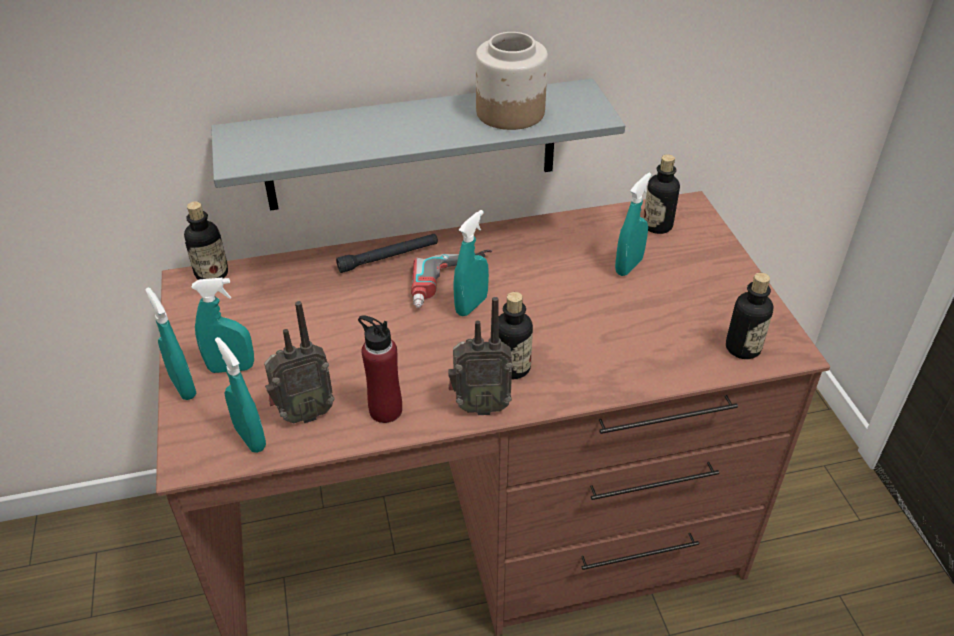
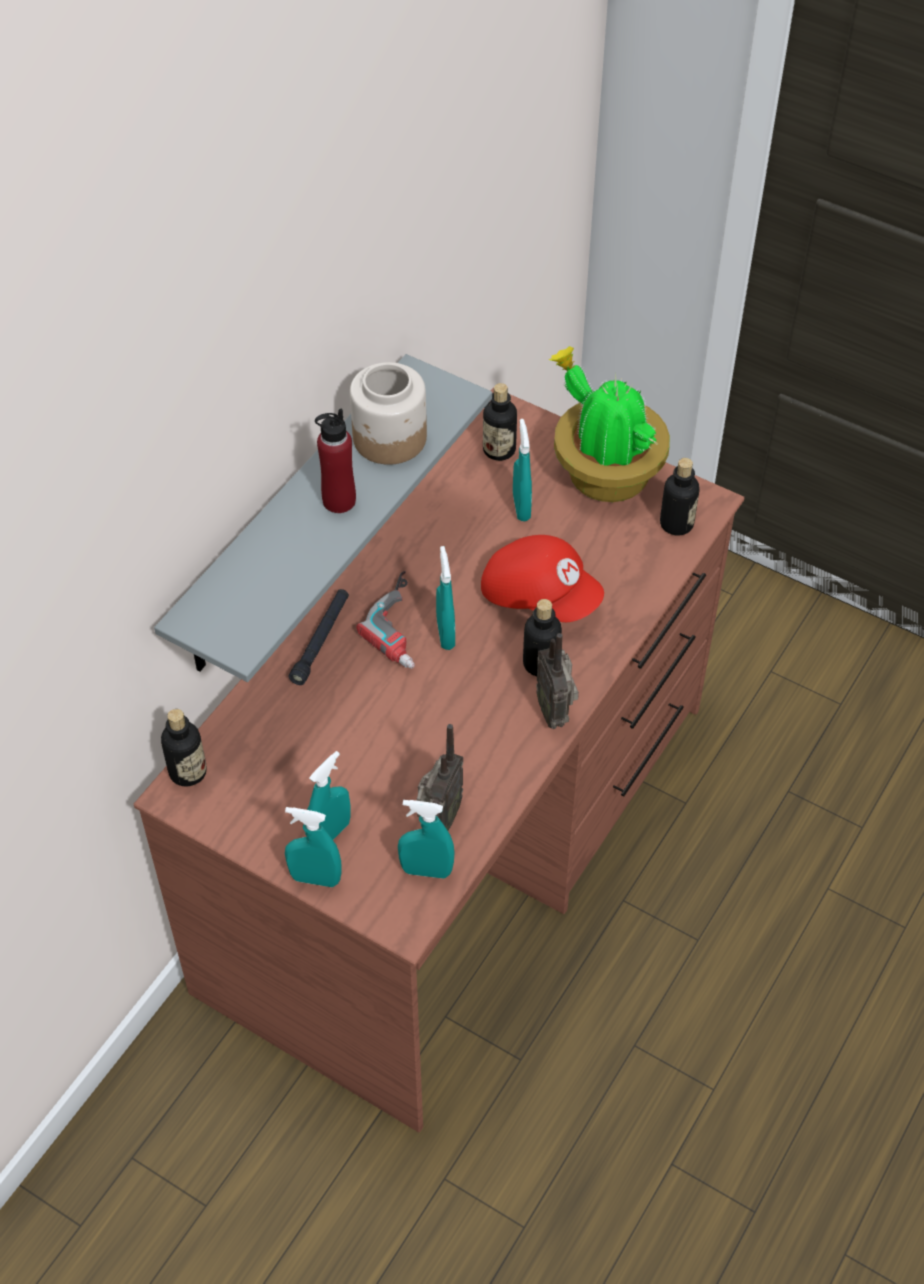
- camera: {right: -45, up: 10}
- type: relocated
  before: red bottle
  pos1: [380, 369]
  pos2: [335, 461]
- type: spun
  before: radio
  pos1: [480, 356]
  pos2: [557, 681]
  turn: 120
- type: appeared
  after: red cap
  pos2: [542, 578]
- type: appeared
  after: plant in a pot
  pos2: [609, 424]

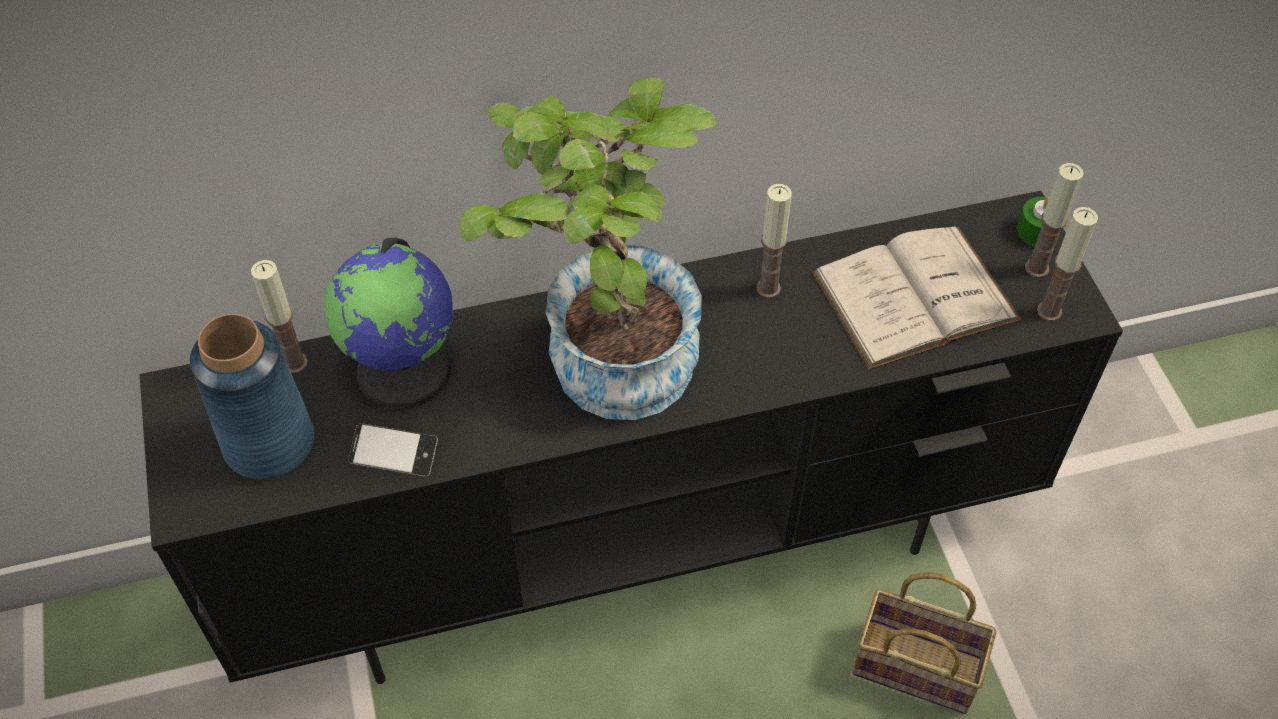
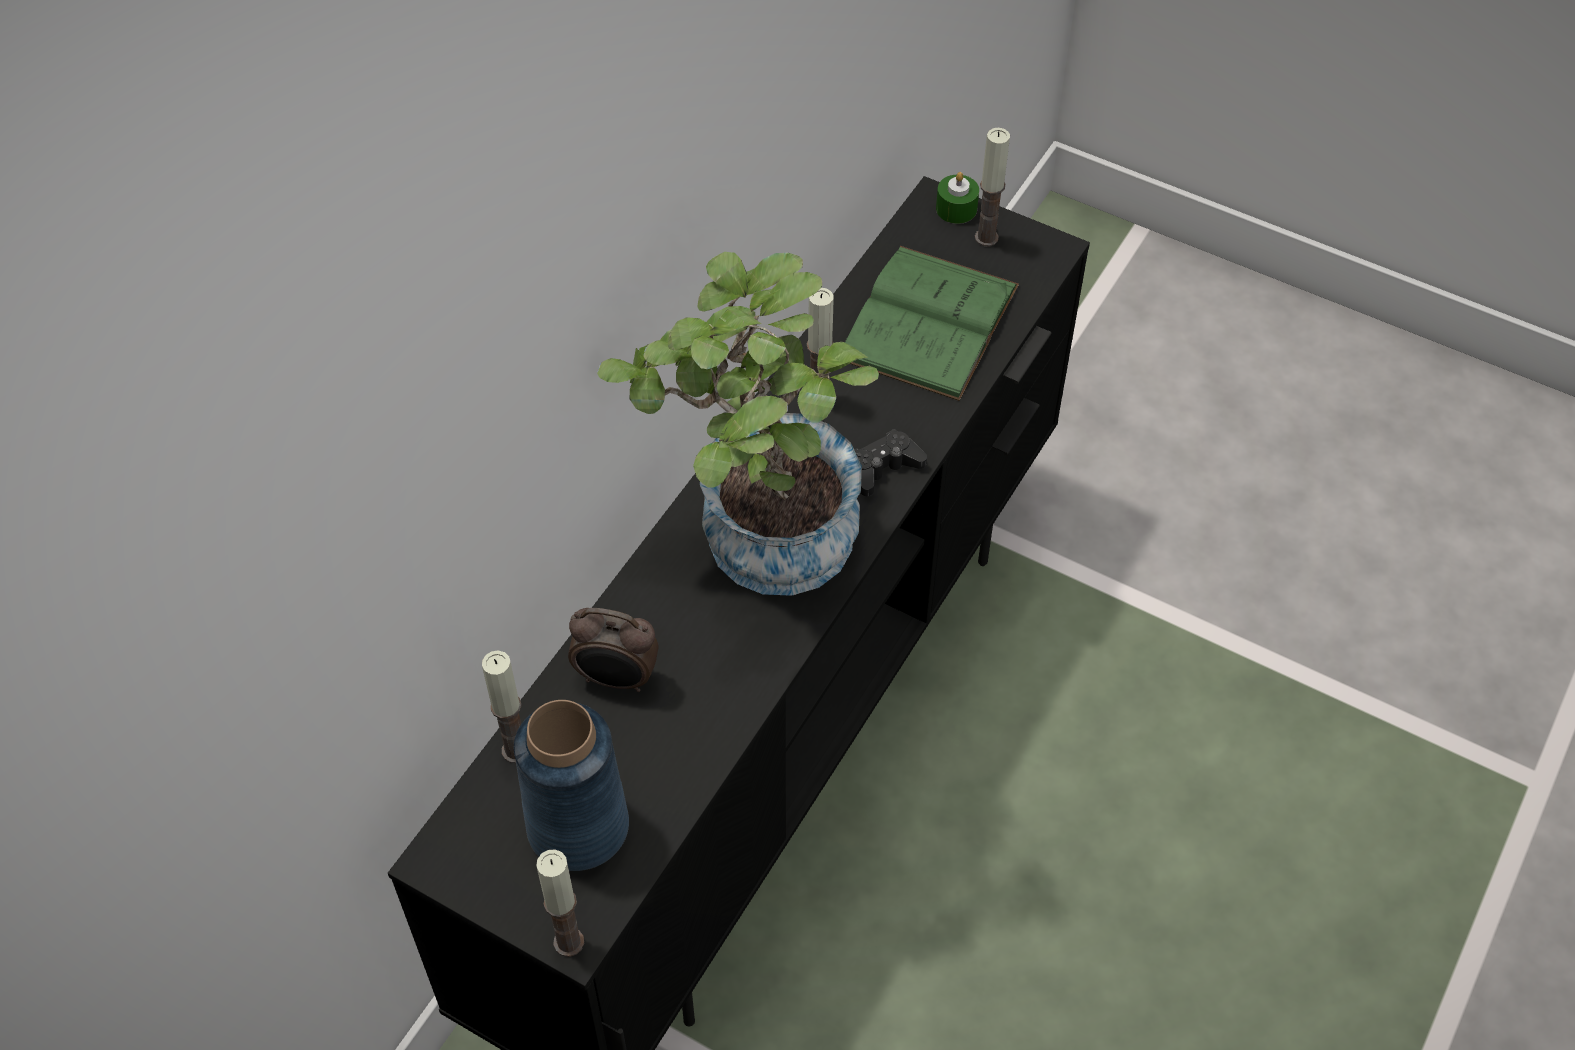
- camera: {right: -45, up: 0}
- type: exchanged
  before: globe
  after: bedside clock
  pos1: [388, 323]
  pos2: [613, 650]
- type: missing
  before: phone
  pos1: [393, 450]
- type: colour
  before: white volume
  after: green-coloured volume
  pos1: [916, 298]
  pos2: [932, 323]
- type: missing
  before: household basket
  pos1: [924, 643]
- type: relocated
  before: candle
  pos1: [1067, 264]
  pos2: [560, 903]
- type: appeared
  after: black-coloured gamepad
  pos2: [890, 462]

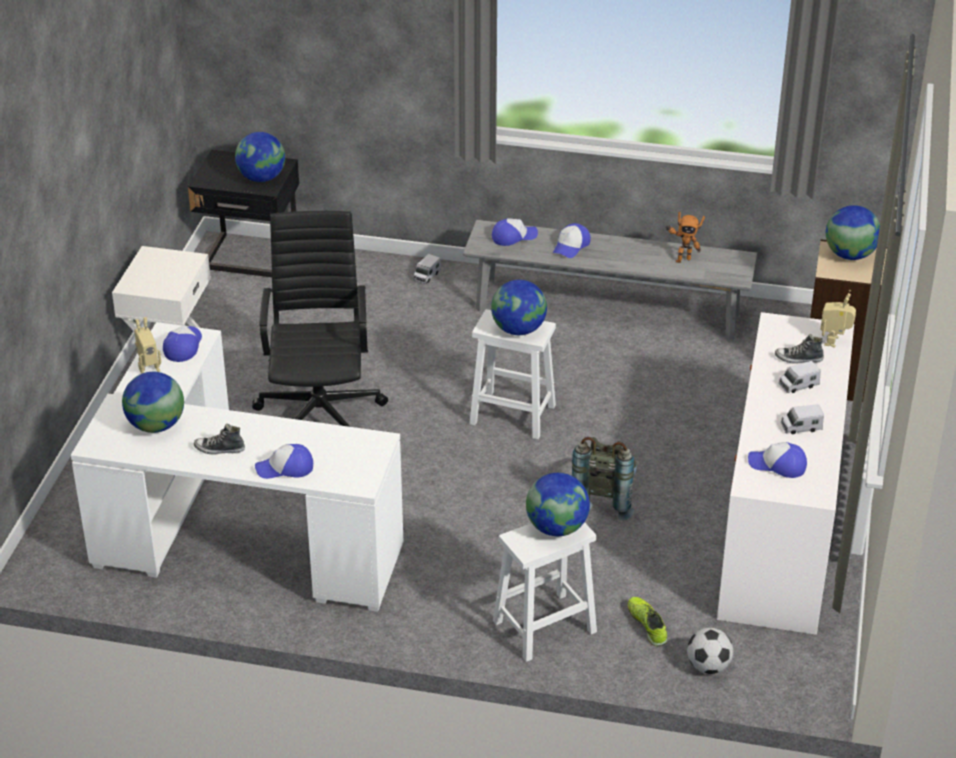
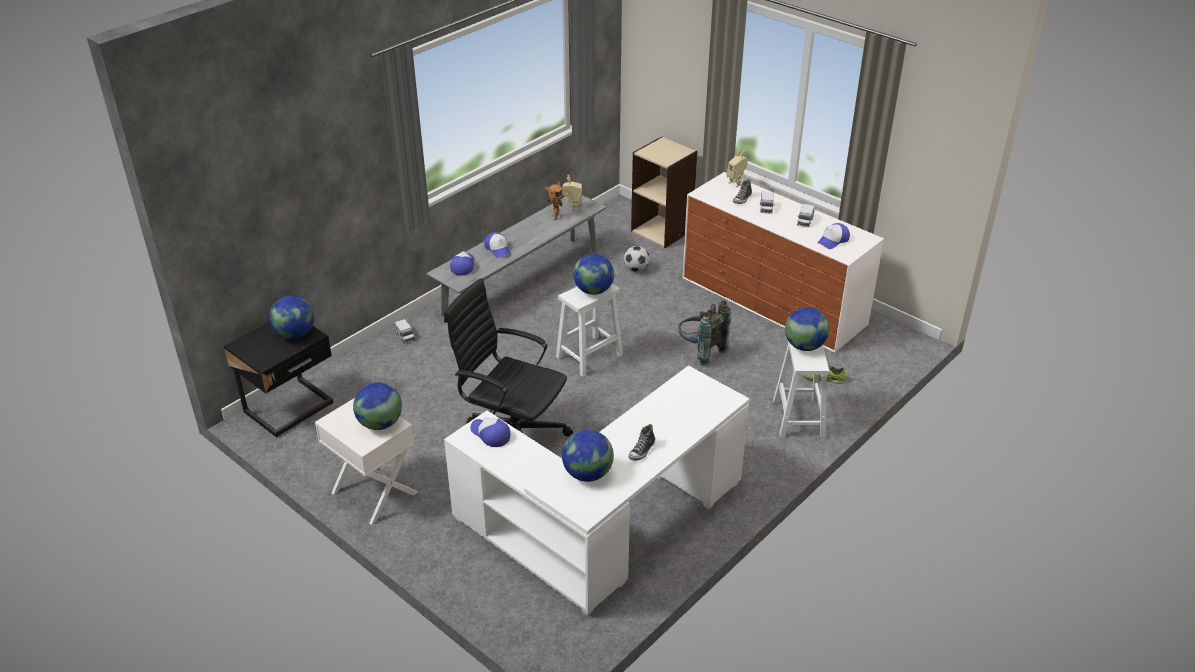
- camera: {right: -60, up: 0}
- type: relocated
  before: robot figure
  pos1: [147, 345]
  pos2: [572, 192]
- type: missing
  before: cap
  pos1: [284, 461]
- type: relocated
  before: football
  pos1: [710, 651]
  pos2: [637, 259]
- type: relocated
  before: globe
  pos1: [853, 232]
  pos2: [377, 406]

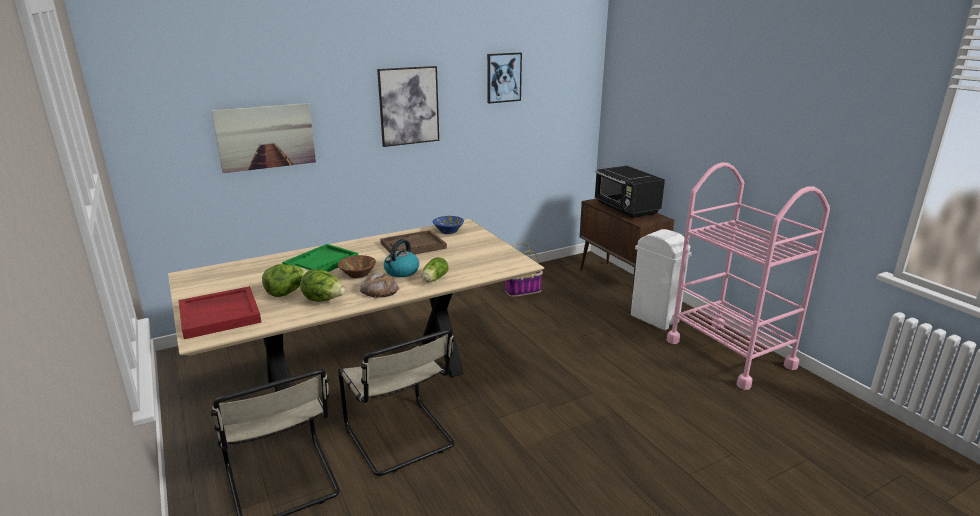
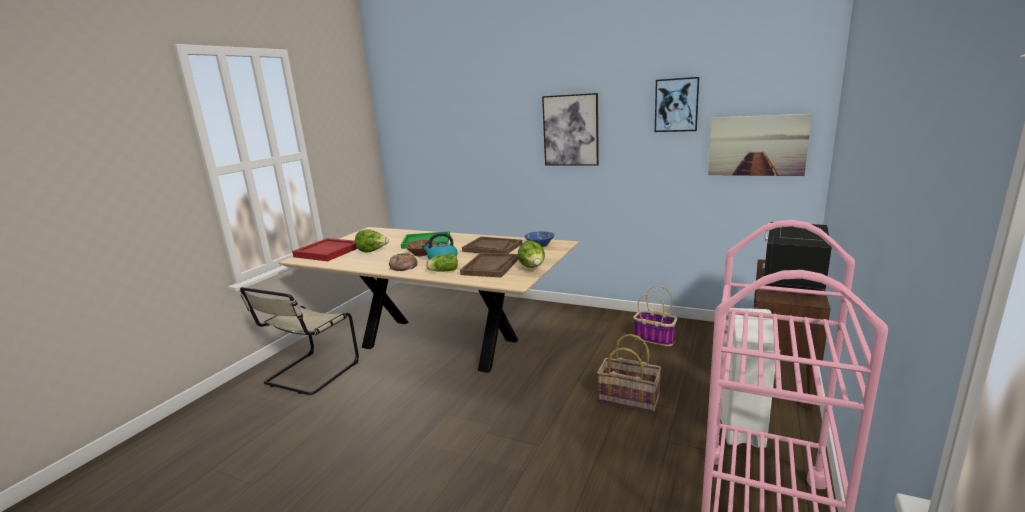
- camera: {right: 55, up: -5}
- type: relocated
  before: wall art
  pos1: [263, 138]
  pos2: [760, 145]
- type: relocated
  before: lettuce
  pos1: [323, 285]
  pos2: [531, 254]
- type: missing
  before: beige-coloured plain chair
  pos1: [396, 402]
- type: appeared
  after: brown-coloured tray
  pos2: [489, 265]
- type: appeared
  after: household basket
  pos2: [629, 373]

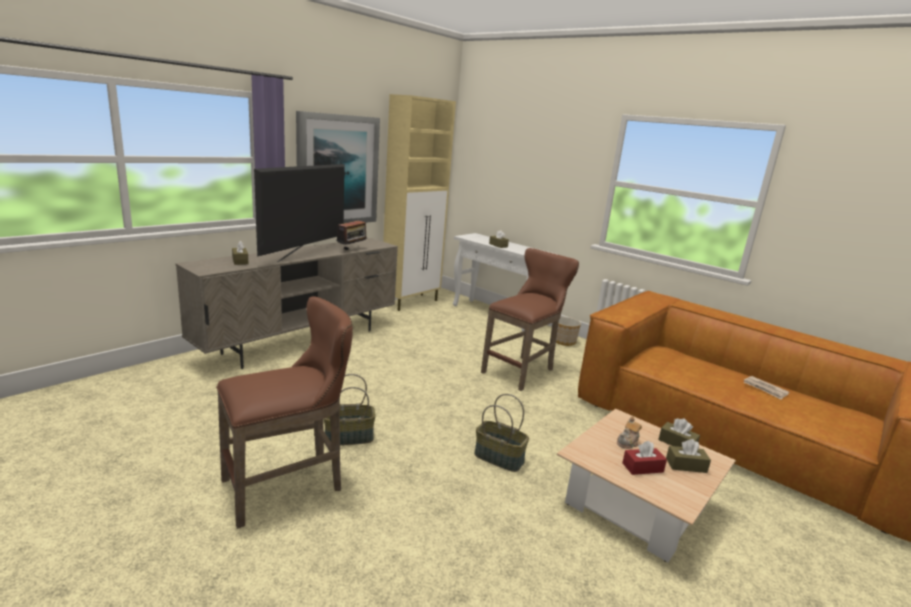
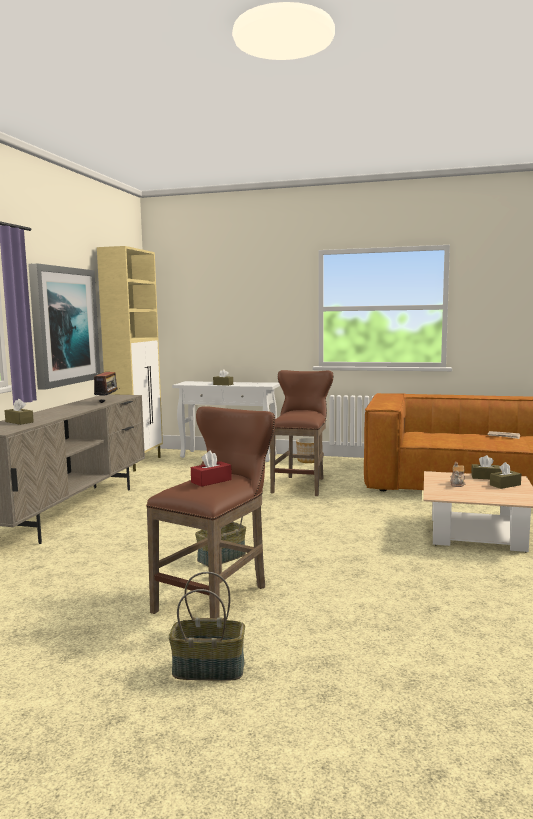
- camera: {right: -25, up: -10}
- type: missing
  before: TV
  pos1: [299, 213]
- type: relocated
  before: household basket
  pos1: [501, 433]
  pos2: [207, 626]
- type: relocated
  before: red tissue holder
  pos1: [644, 458]
  pos2: [211, 468]

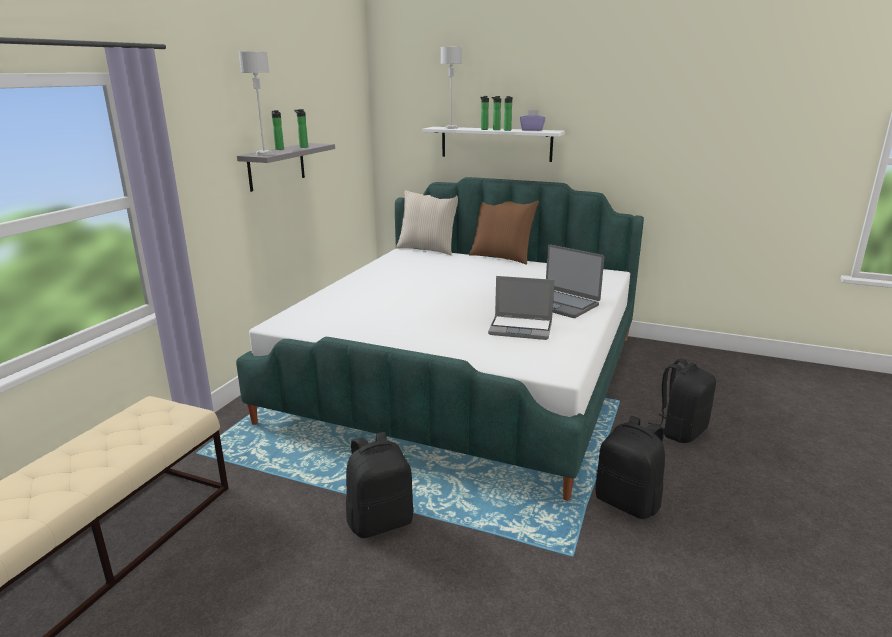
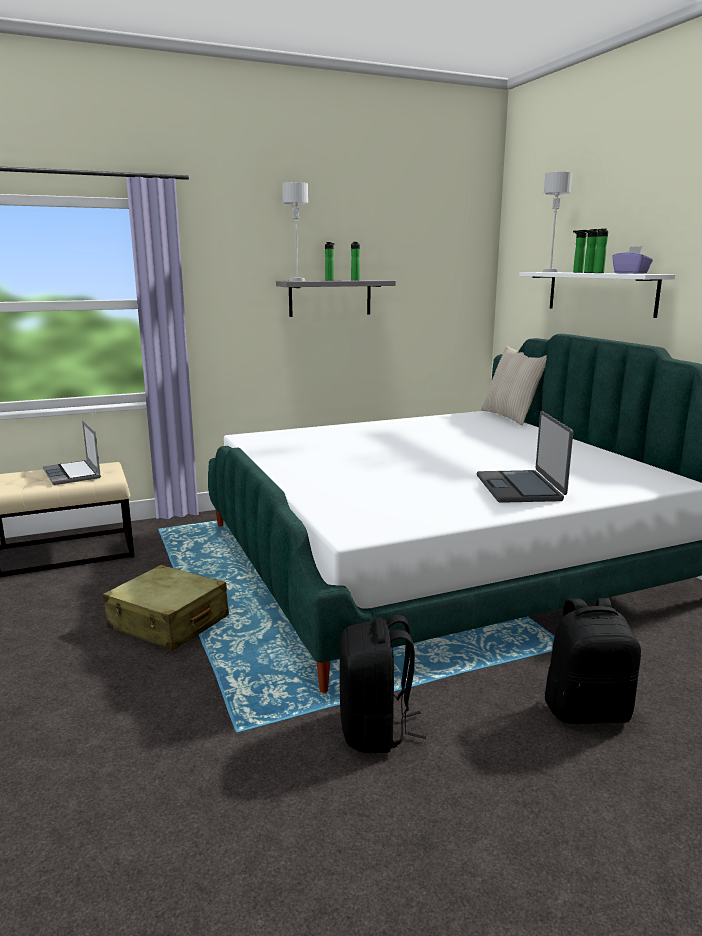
- camera: {right: 45, up: -5}
- type: exchanged
  before: black-coloured rucksack
  after: beige-coloured travel case
  pos1: [379, 485]
  pos2: [166, 608]
- type: missing
  before: brown-coloured pillow
  pos1: [504, 233]
- type: relocated
  before: laptop
  pos1: [521, 308]
  pos2: [72, 452]

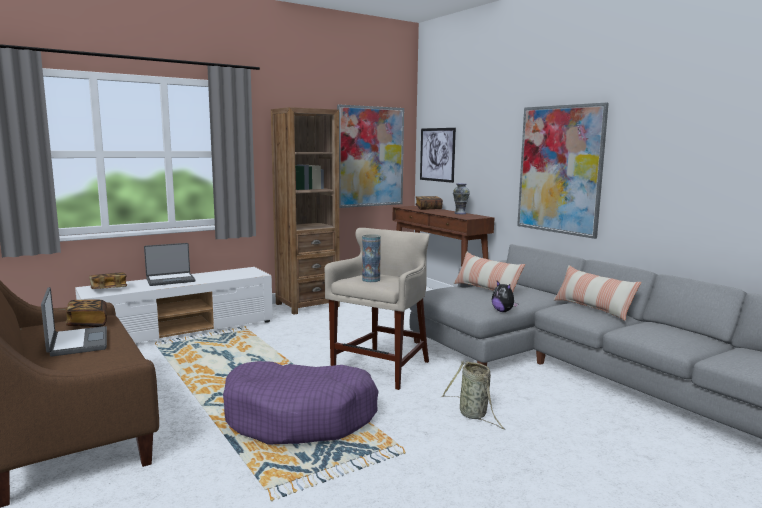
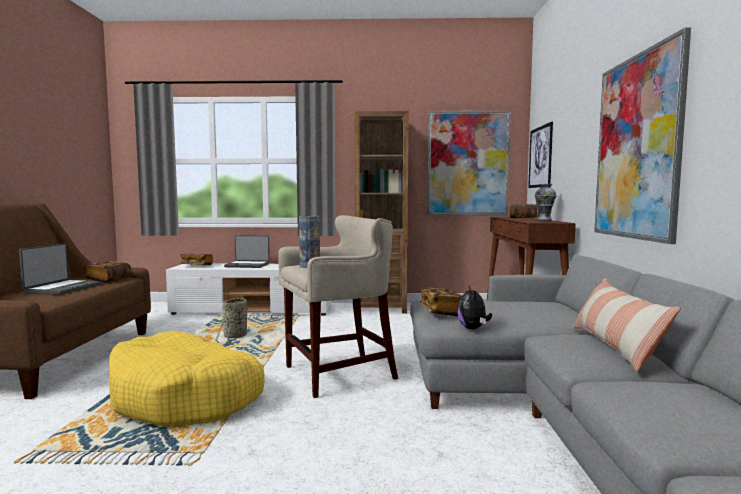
- camera: {right: 35, up: -5}
- type: colour
  before: purple dog cushion
  after: yellow dog cushion
  pos1: [301, 403]
  pos2: [187, 379]
- type: relocated
  before: household basket
  pos1: [474, 395]
  pos2: [232, 320]
- type: missing
  before: pillow
  pos1: [489, 272]
- type: appeared
  after: volume
  pos2: [440, 302]

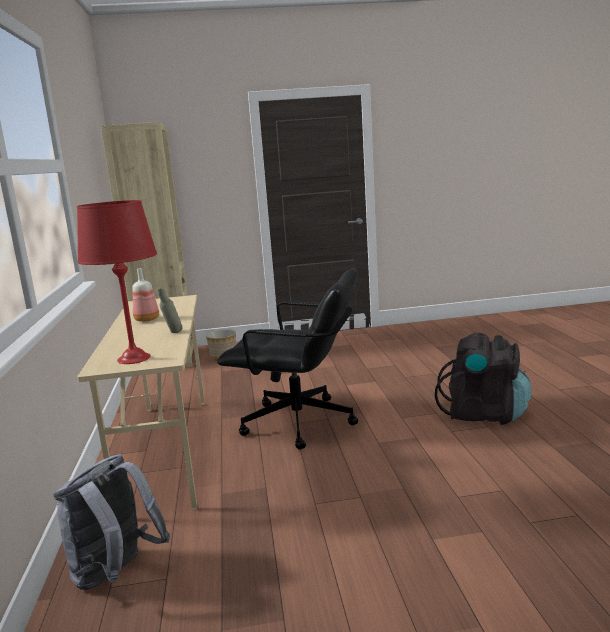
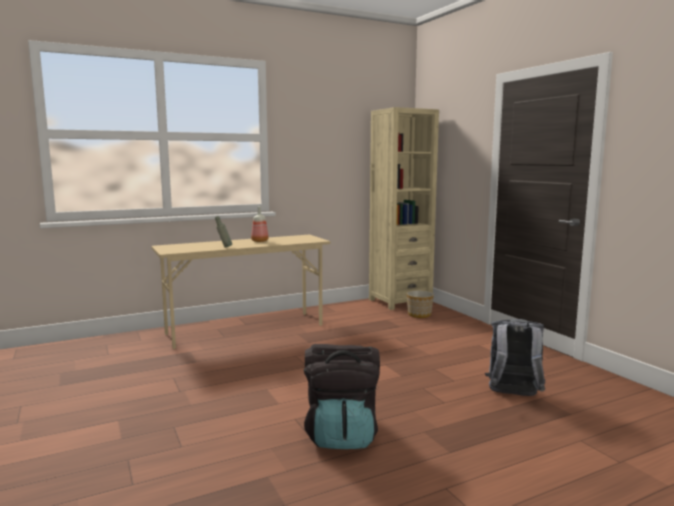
- camera: {right: 70, up: -5}
- type: relocated
  before: grey rucksack
  pos1: [111, 522]
  pos2: [515, 357]
- type: missing
  before: red lamp for a table
  pos1: [117, 282]
- type: missing
  before: black-coloured desk chair
  pos1: [287, 358]

